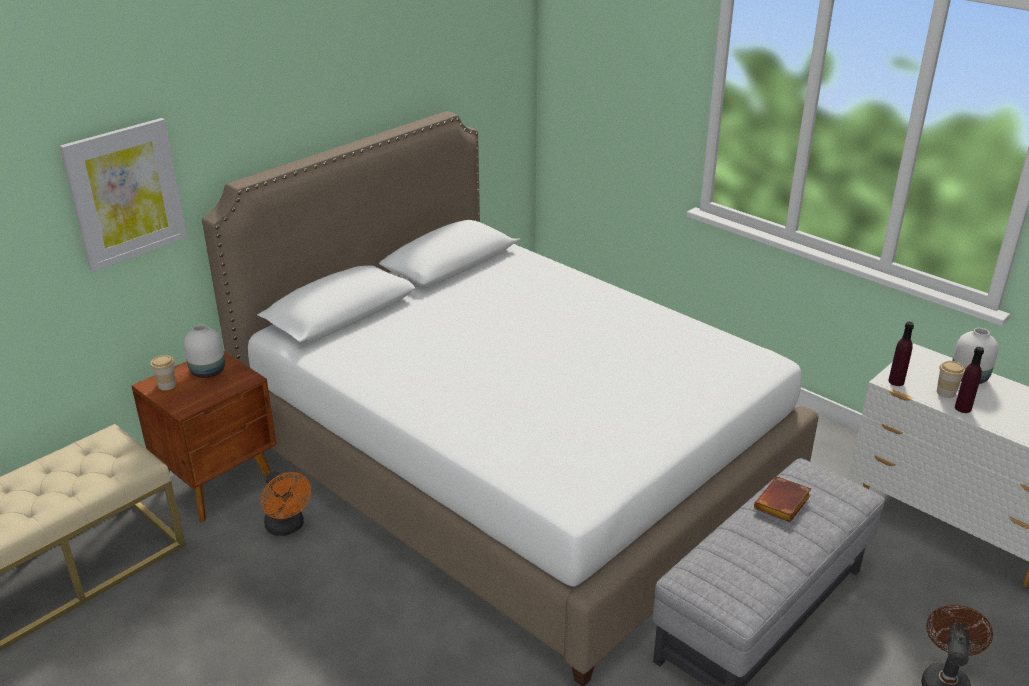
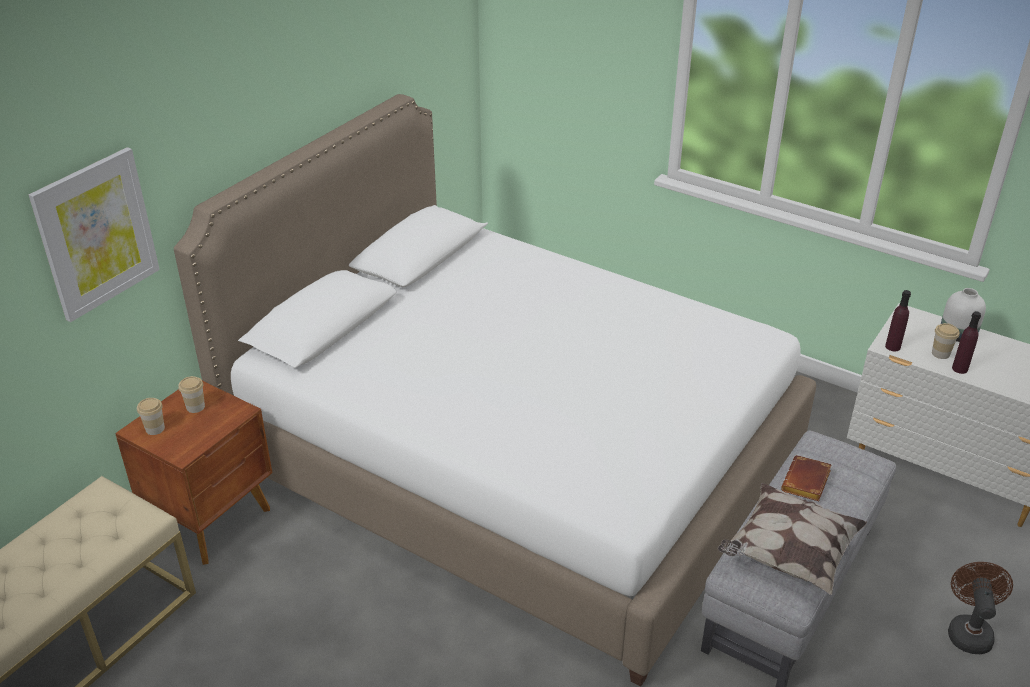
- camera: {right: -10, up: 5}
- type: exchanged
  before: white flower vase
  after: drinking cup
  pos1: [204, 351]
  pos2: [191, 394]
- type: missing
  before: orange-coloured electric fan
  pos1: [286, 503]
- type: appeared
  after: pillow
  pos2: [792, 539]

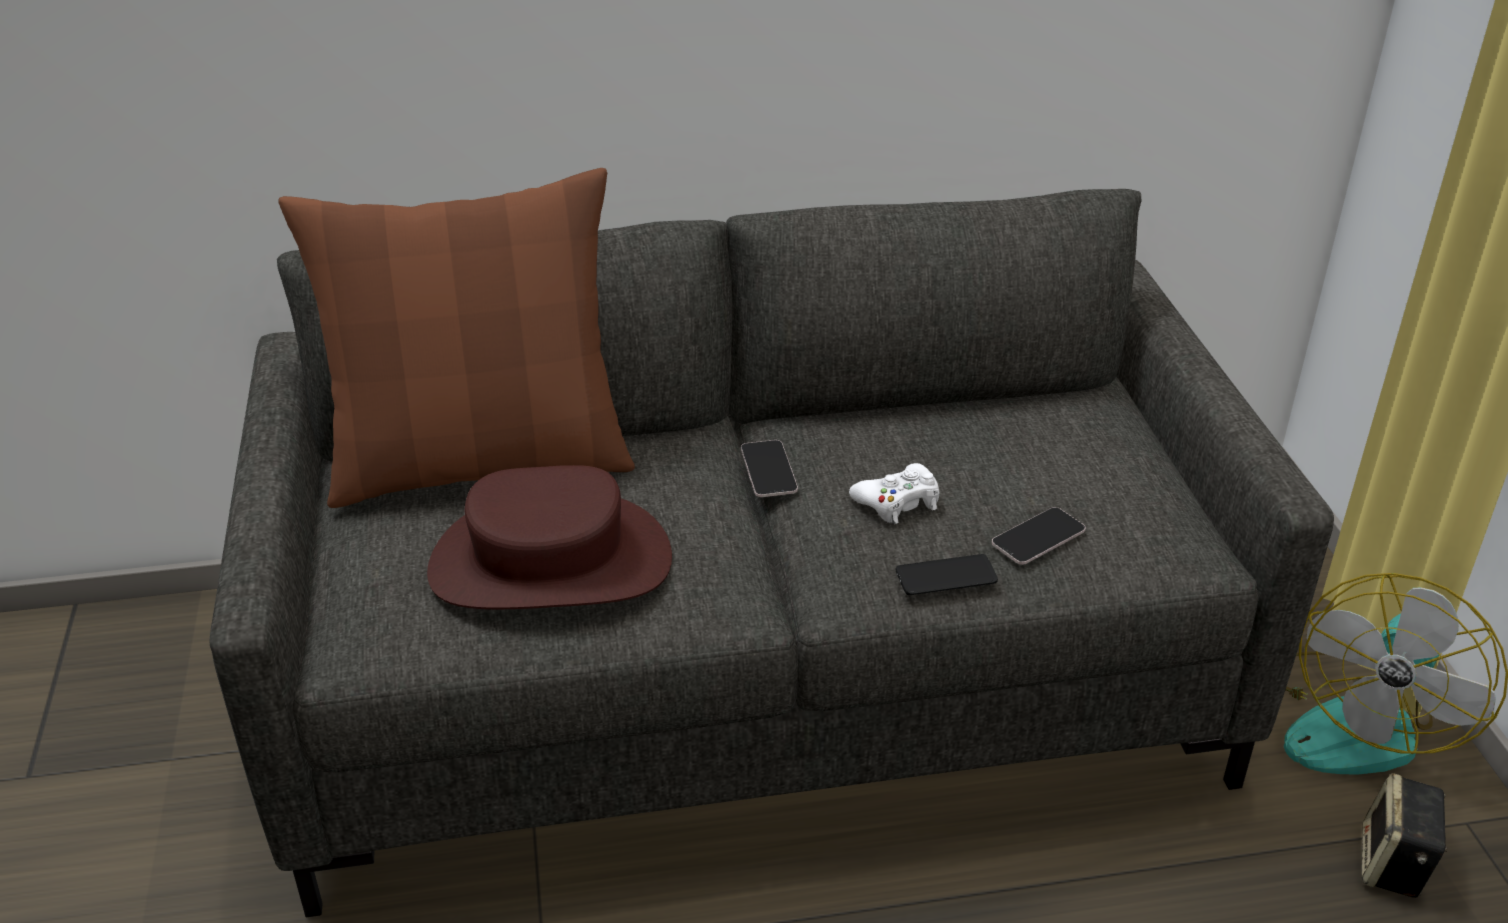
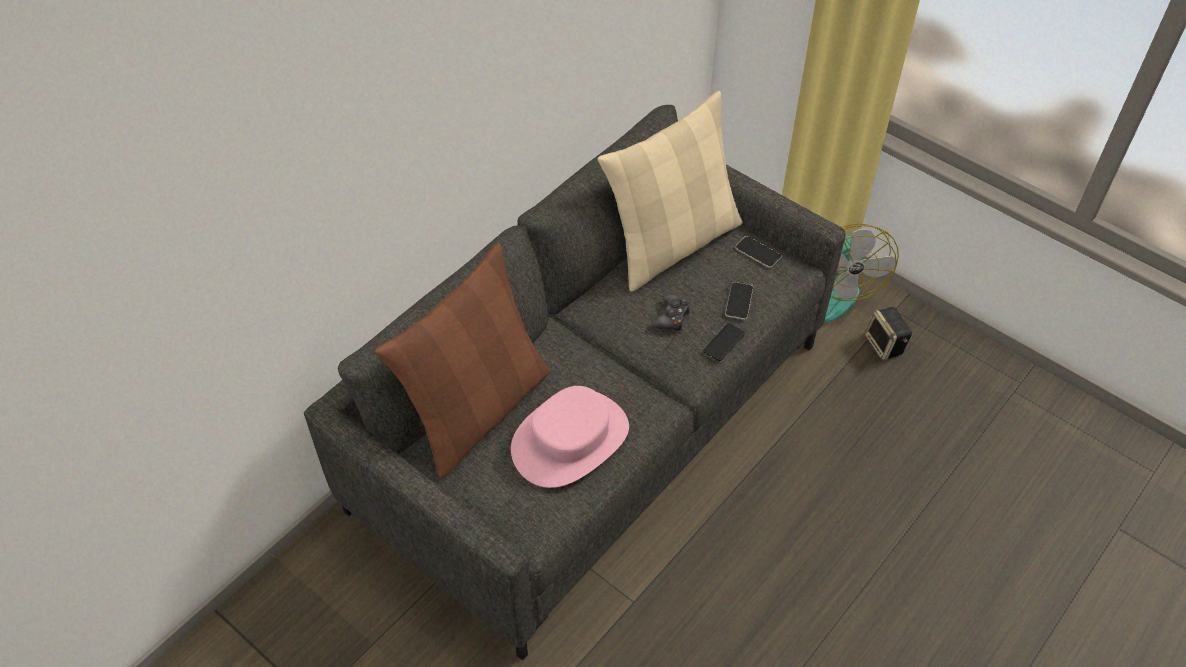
- camera: {right: -40, up: 15}
- type: colour
  before: brown-coloured wearable hat
  after: pinkish wearable hat
  pos1: [549, 537]
  pos2: [570, 437]
- type: relocated
  before: phone
  pos1: [769, 468]
  pos2: [758, 252]
- type: colour
  before: white gamepad
  after: black-coloured gamepad
  pos1: [894, 493]
  pos2: [671, 312]
- type: appeared
  after: beige-coloured pillow
  pos2: [670, 191]

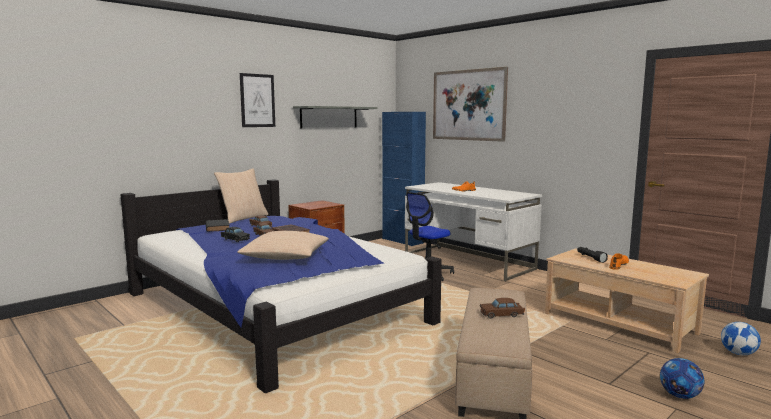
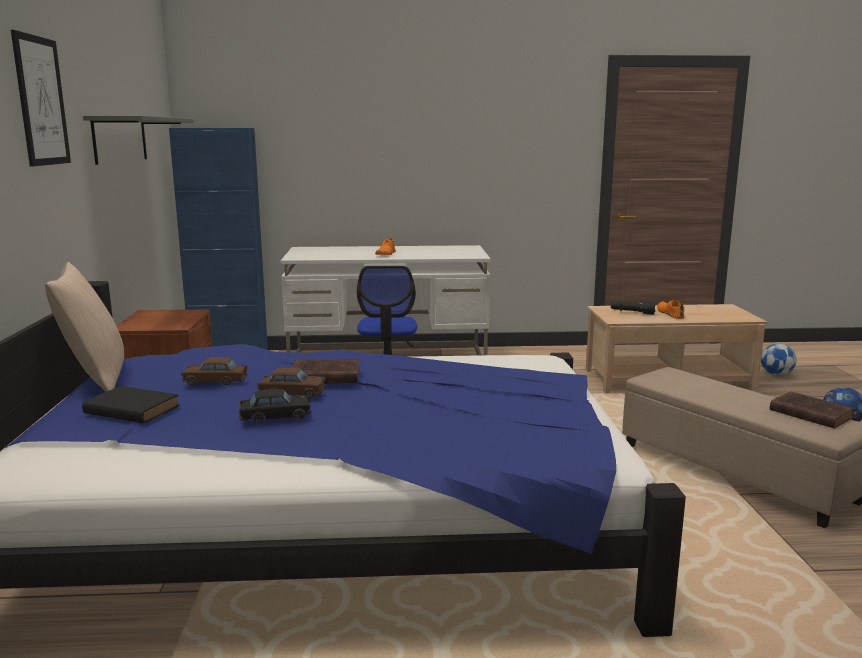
- camera: {right: -50, up: 5}
- type: missing
  before: beige-coloured pillow
  pos1: [283, 245]
- type: missing
  before: wall art
  pos1: [470, 104]
- type: missing
  before: brown-coloured toy car
  pos1: [502, 308]
- type: appeared
  after: brown-coloured volume
  pos2: [812, 410]

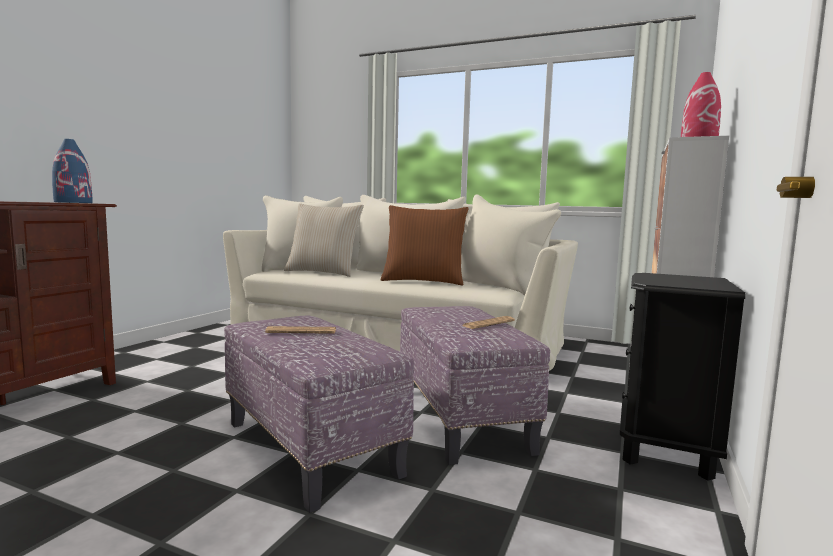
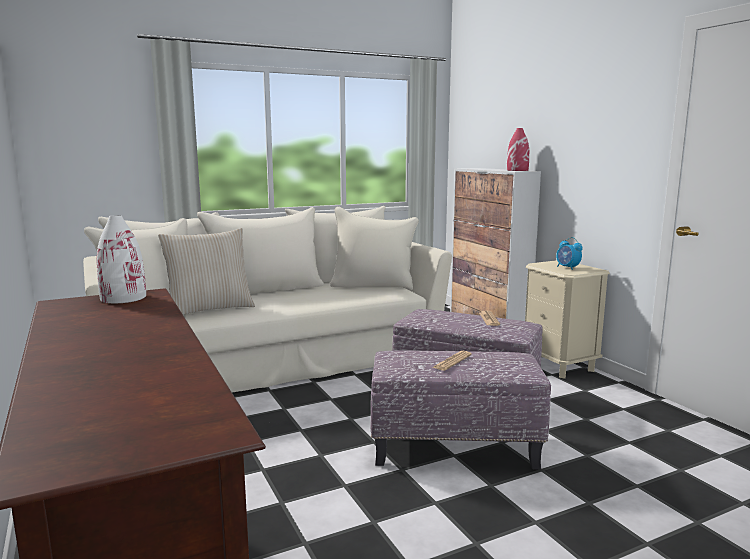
- camera: {right: -50, up: 5}
- type: colour
  before: blue flower vase
  after: white flower vase
  pos1: [72, 171]
  pos2: [121, 259]
- type: missing
  before: brown-coloured pillow
  pos1: [424, 245]
- type: colour
  before: black-coloured night table
  after: beige-coloured night table
  pos1: [682, 377]
  pos2: [567, 319]
- type: appeared
  after: bedside clock
  pos2: [569, 253]

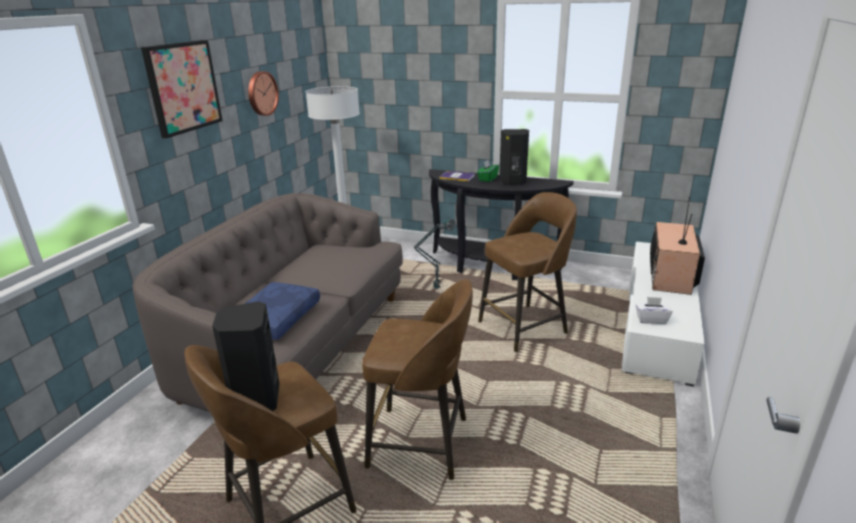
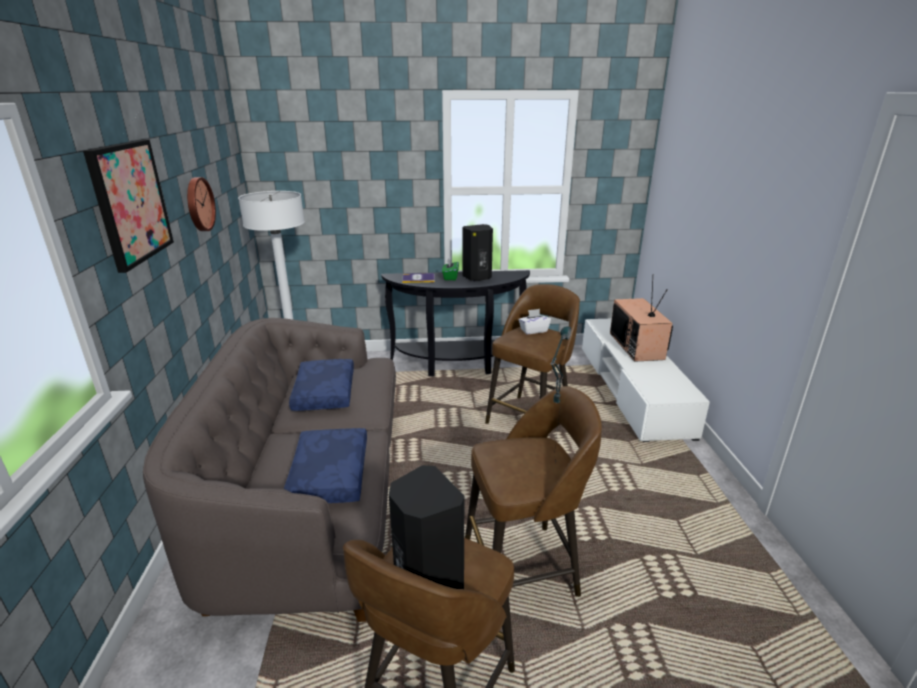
- camera: {right: -25, up: 0}
- type: relocated
  before: white tissue holder
  pos1: [654, 310]
  pos2: [534, 321]
- type: appeared
  after: blue pillow
  pos2: [321, 385]

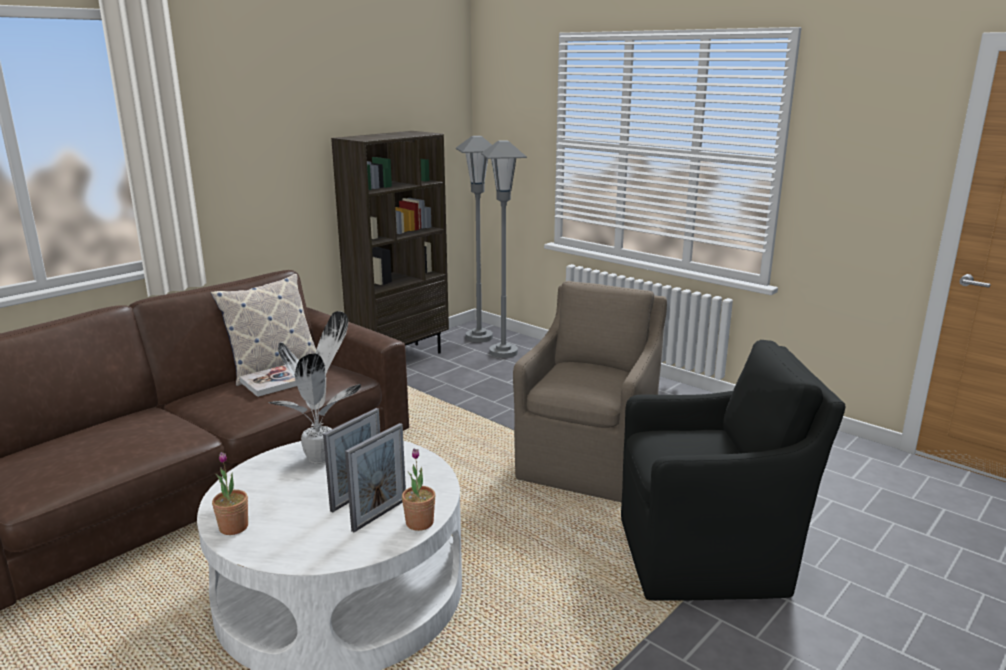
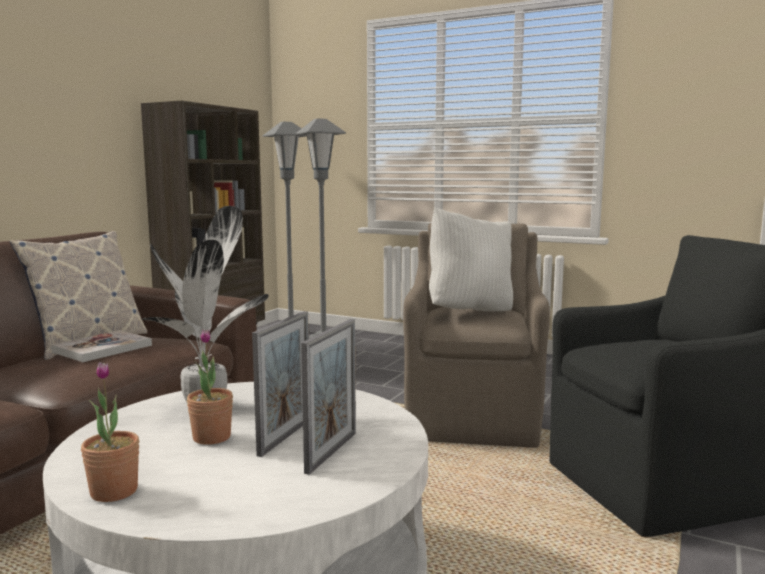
- camera: {right: -15, up: -10}
- type: relocated
  before: plant in a pot
  pos1: [419, 490]
  pos2: [210, 387]
- type: appeared
  after: white pillow
  pos2: [471, 259]

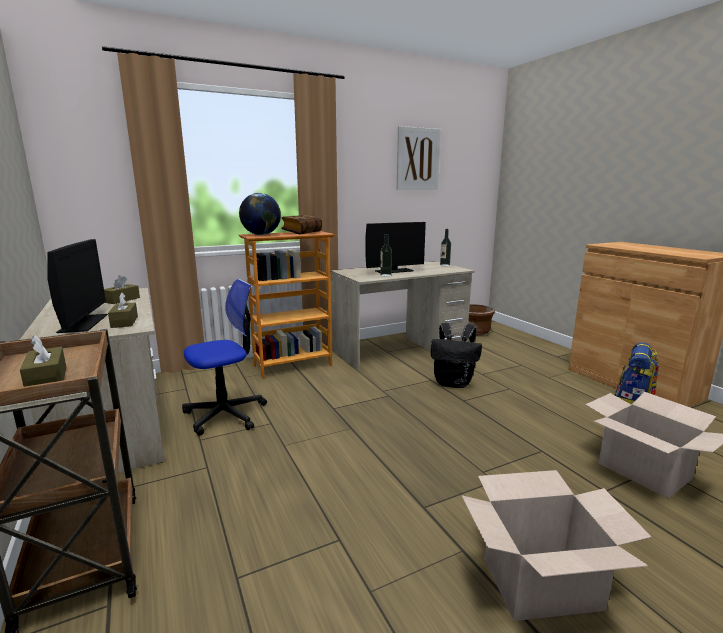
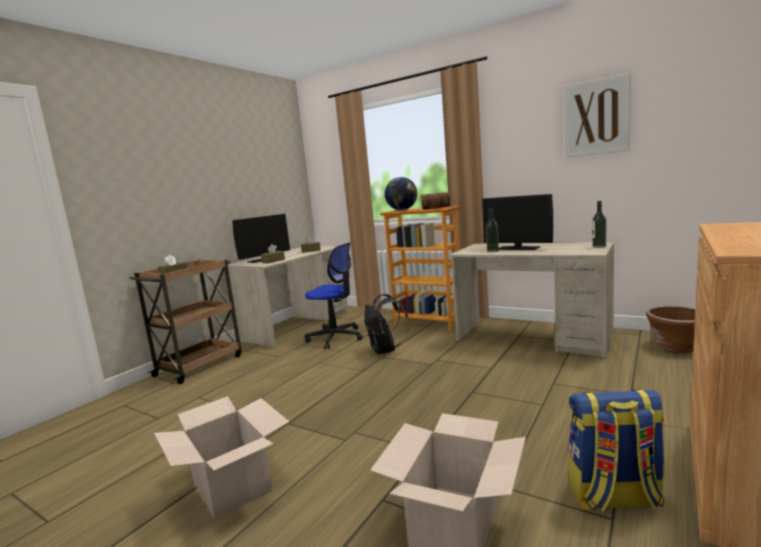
- camera: {right: 60, up: -5}
- type: relocated
  before: black-coloured rucksack
  pos1: [456, 355]
  pos2: [386, 324]

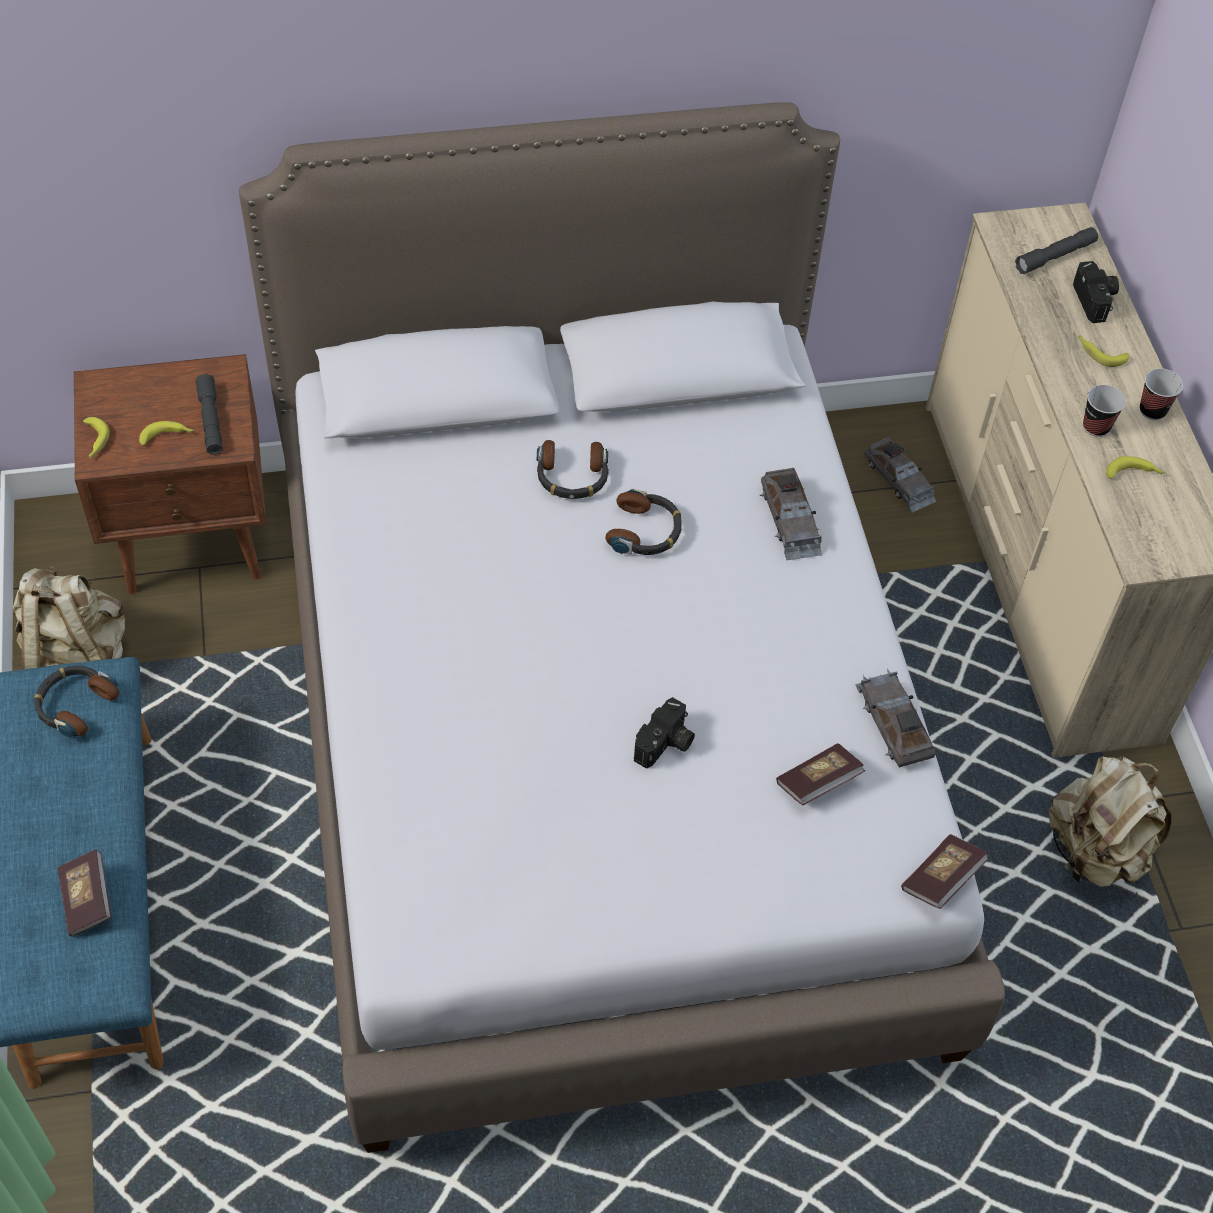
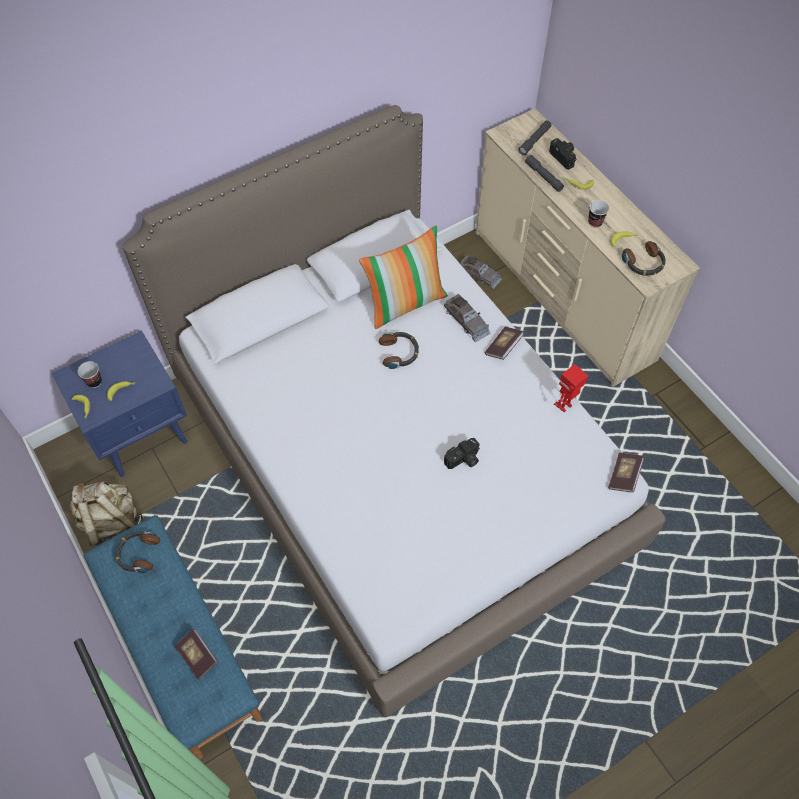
- camera: {right: -20, up: 5}
- type: colour
  before: brown-coloured night table
  after: blue night table
  pos1: [170, 474]
  pos2: [119, 403]
- type: relocated
  before: grey flashlight
  pos1: [209, 414]
  pos2: [544, 173]
- type: relocated
  before: headset
  pos1: [573, 469]
  pos2: [643, 258]
- type: spun
  before: photo camera
  pos1: [664, 733]
  pos2: [462, 453]
  turn: 45
- type: relocated
  before: volume
  pos1: [820, 774]
  pos2: [504, 343]
- type: exchanged
  before: grey toy car
  after: robot figure
  pos1: [895, 718]
  pos2: [571, 388]
- type: missing
  before: beige-coloured rucksack
  pos1: [1110, 821]
- type: relocated
  before: drinking cup
  pos1: [1161, 394]
  pos2: [90, 374]
- type: appeared
  after: pillow
  pos2: [403, 277]

